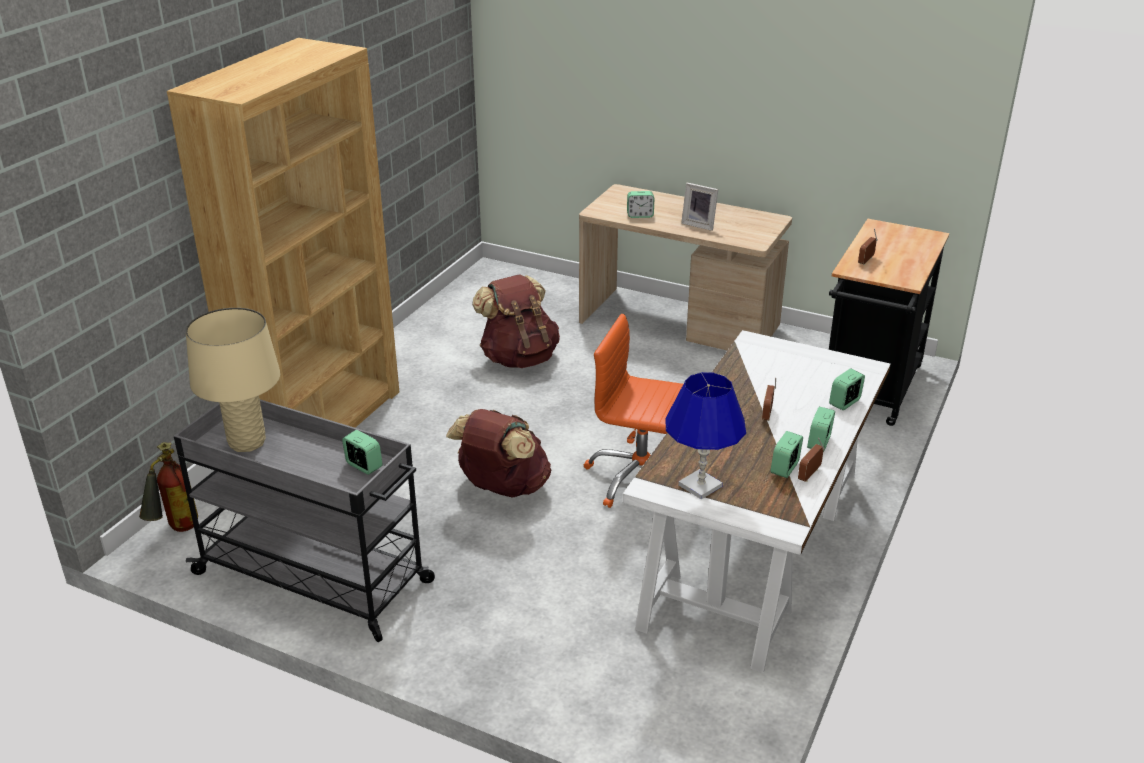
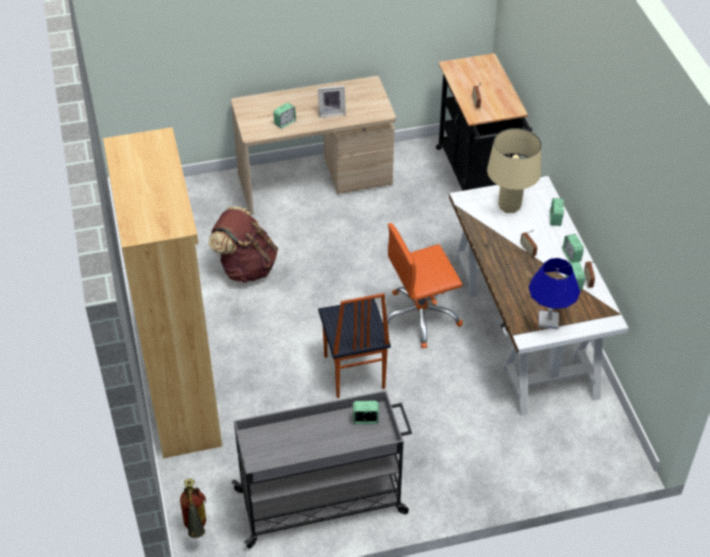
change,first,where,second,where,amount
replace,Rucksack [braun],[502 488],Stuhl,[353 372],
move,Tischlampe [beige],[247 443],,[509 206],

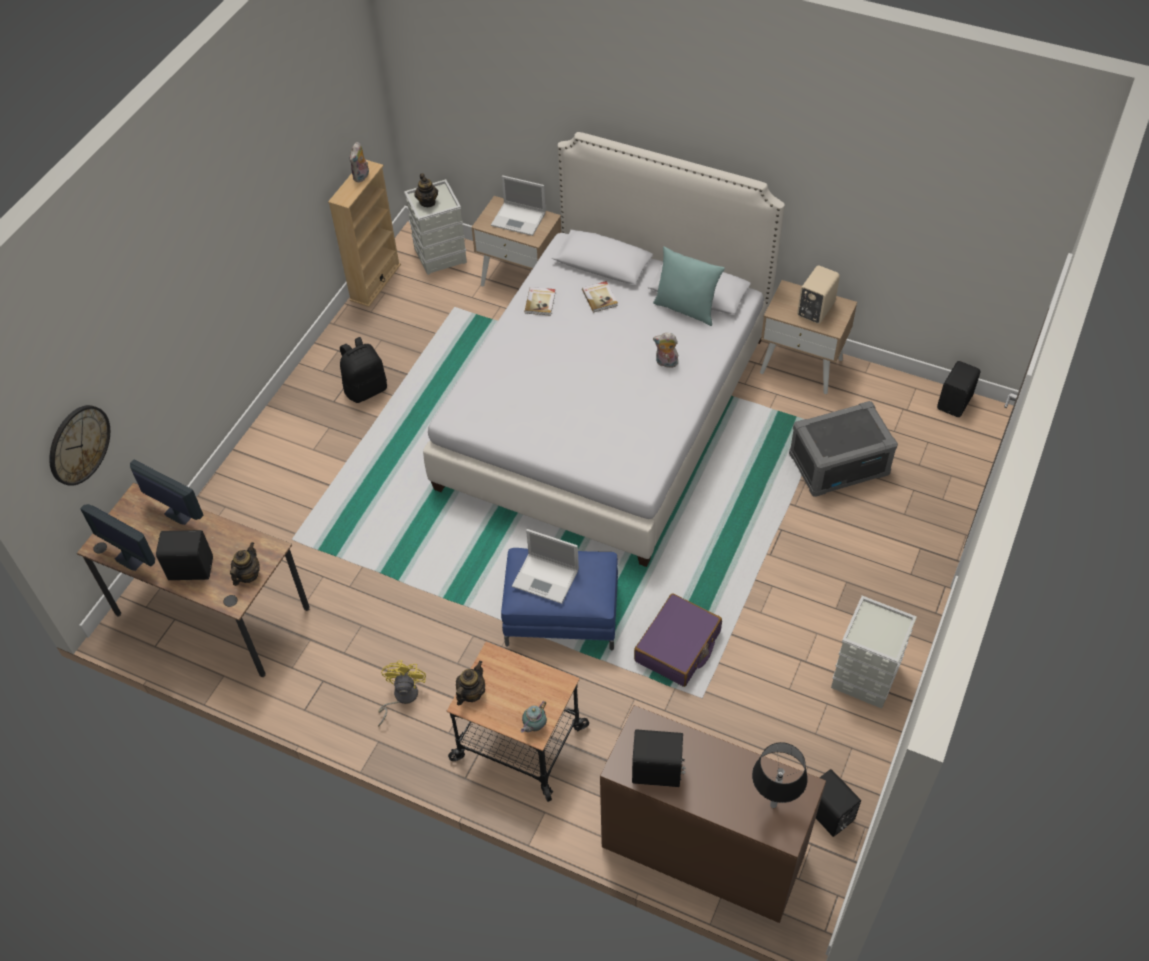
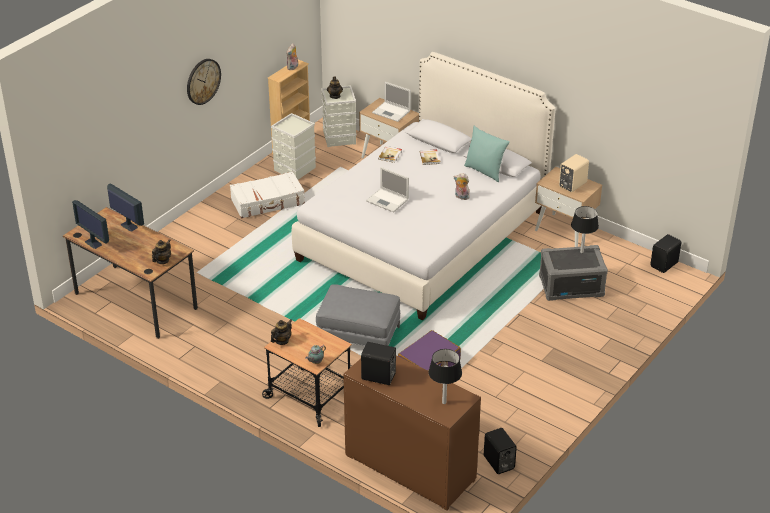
change,first,where,second,where,amount
move,Wanduhr,[78 444],,[203 81],
replace,Rucksack [schwarz],[366 389],Koffer [weiß],[268 202],
move,Aufbewahrungsbox [grau],[865 677],,[295 169],
recolor,Polsterhocker [blau],[561 615],Polsterhocker [grau],[358 336],
move,Laptop,[546 578],,[388 200],
insert,,,Tischlampe [schwarz],[582 252],
delete,Lautsprecher [schwarz],[190 568],,,
delete,Ventilator [gelb],[401 697],,,

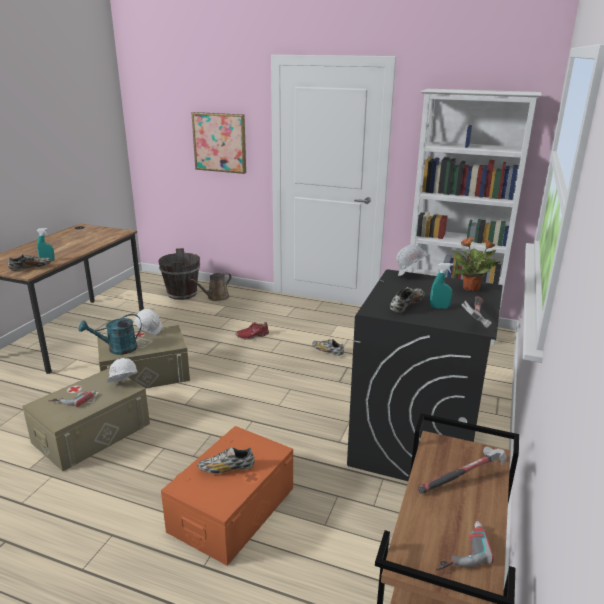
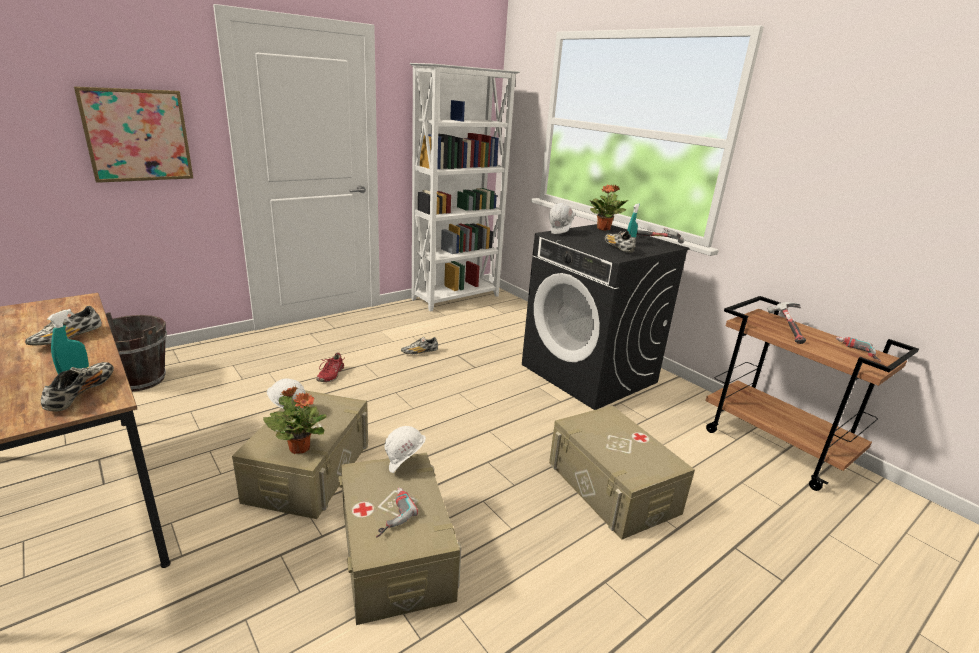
change,first,where,second,where,amount
move,Schuh,[226 469],,[67 339],
replace,Gießkanne [türkis],[117 349],Topfpflanze,[299 447],
recolor,Aufbewahrungsbox [orange],[232 509],Aufbewahrungsbox [beige],[612 487],
delete,Gießkanne [braun],[216 297],,,

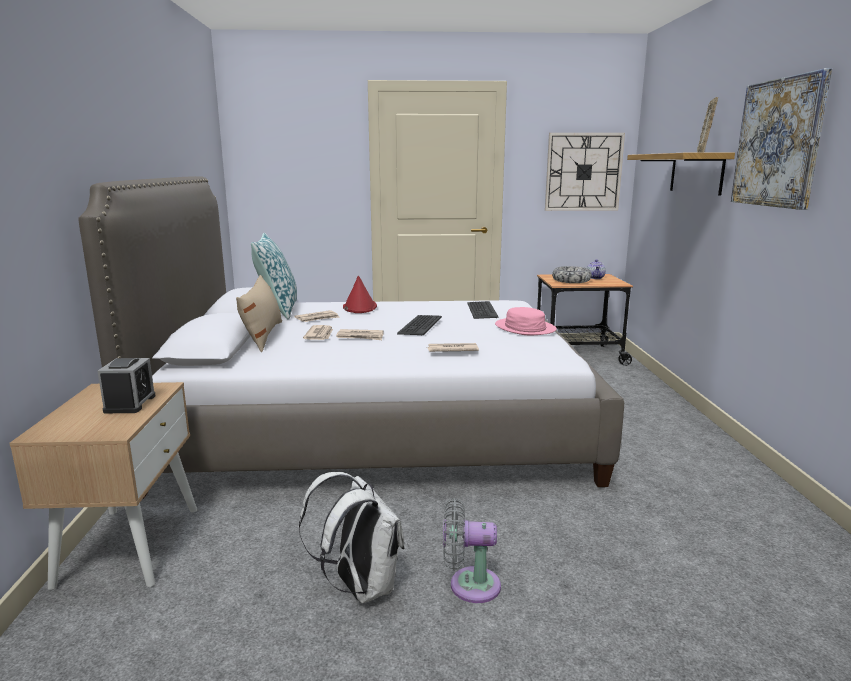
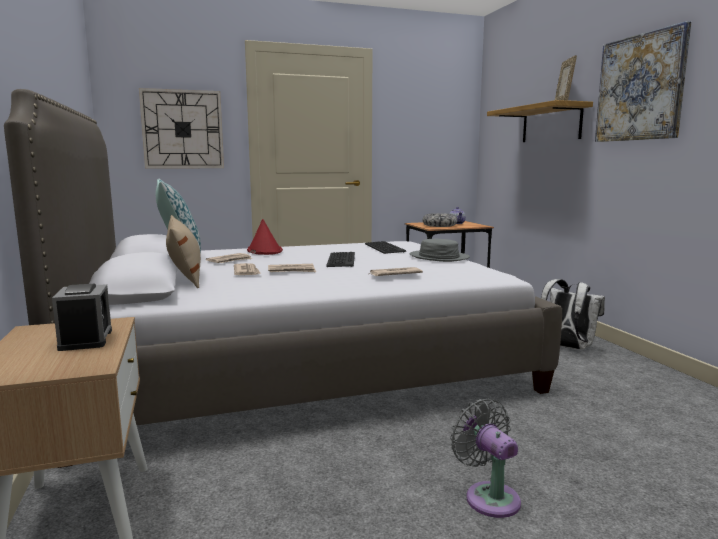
change,first,where,second,where,amount
move,Wanduhr,[583 172],,[182 129],
recolor,Hut [rosa],[524 328],Hut [grau],[438 257],
rotate,Ventilator [grau],[469 585],,[489 496],75 degrees clockwise
move,Rucksack [weiß],[359 586],,[567 347],

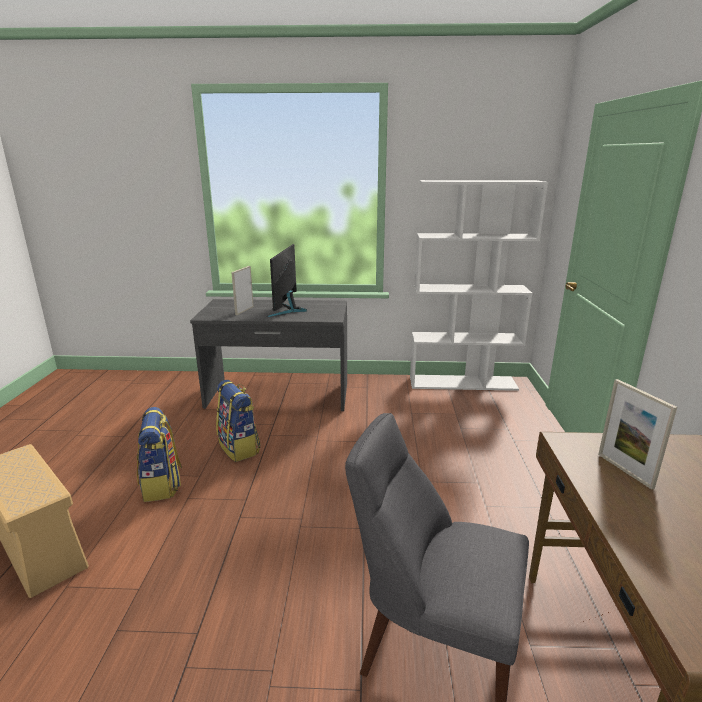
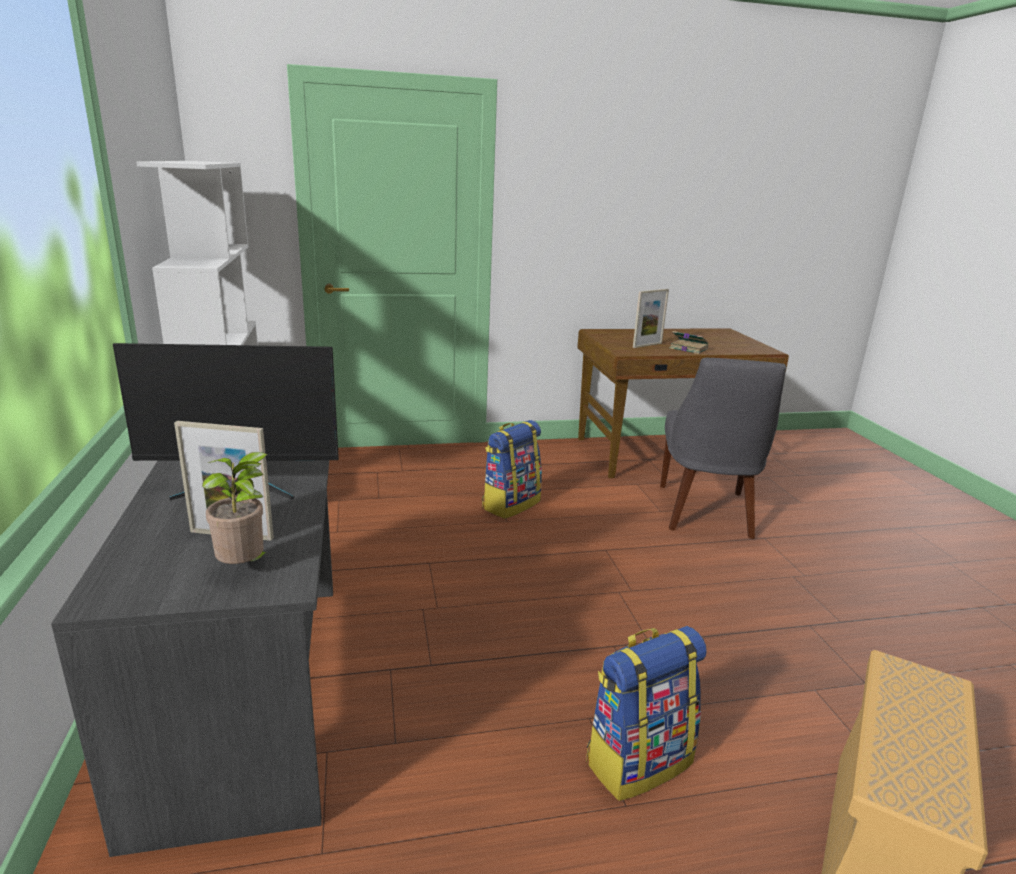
change,first,where,second,where,amount
insert,,,Topfpflanze,[245 567],
move,Rucksack,[239 448],,[510 504],
insert,,,Buch,[687 348],

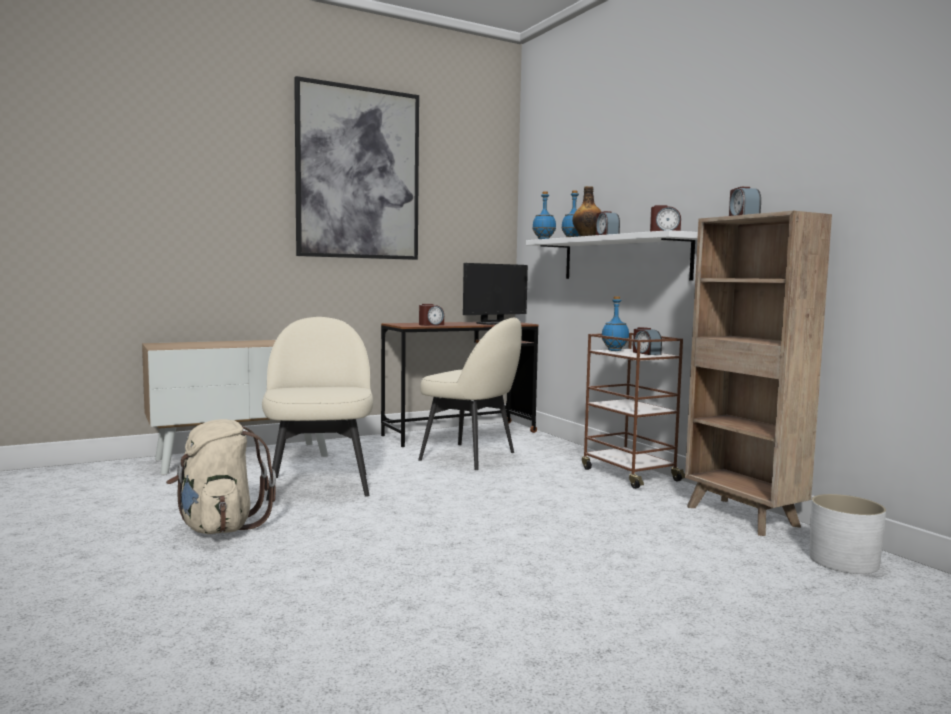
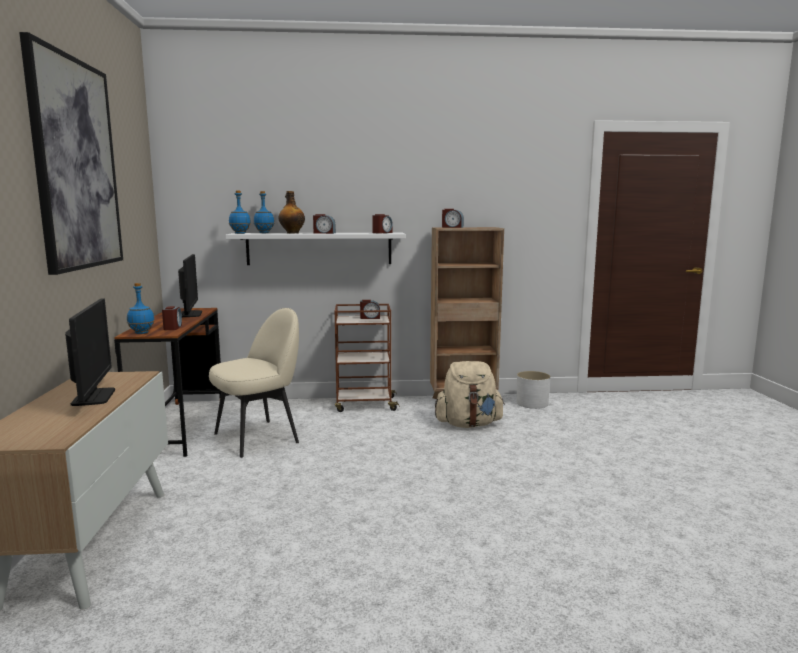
change,first,where,second,where,amount
insert,,,Monitor,[93 397],
move,Flasche [blau],[614 350],,[141 333],
move,Rucksack [beige],[218 527],,[468 424],
delete,Stuhl [beige],[319 485],,,

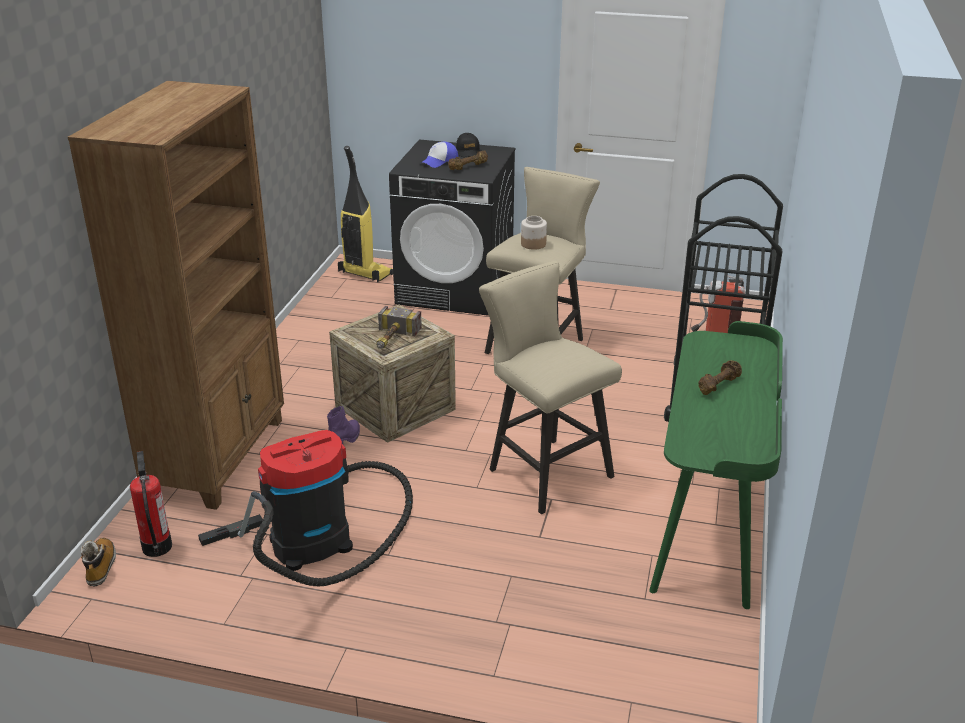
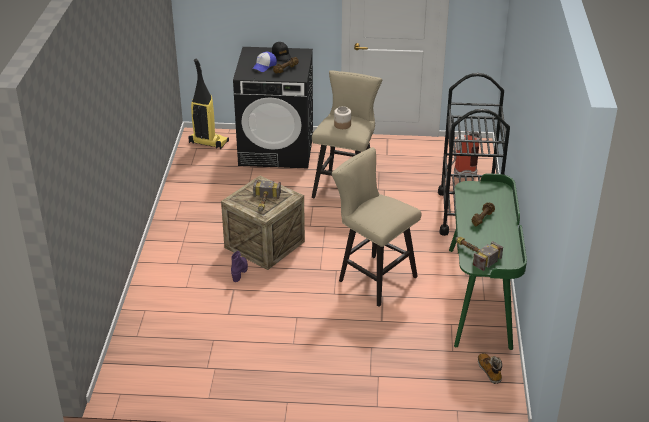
change,first,where,second,where,amount
insert,,,Hammer,[473 254],
move,Stiefel,[101 567],,[489 371],
delete,Bücherregal [braun],[218 456],,,
delete,Feuerlöscher,[156 547],,,
delete,Staubsauger,[319 539],,,

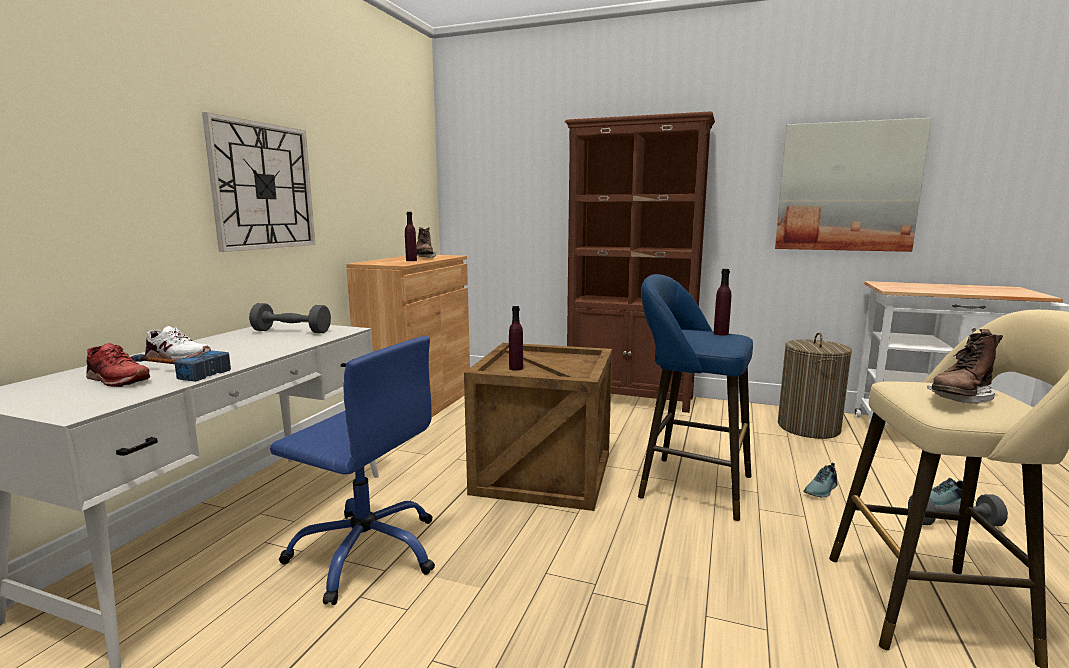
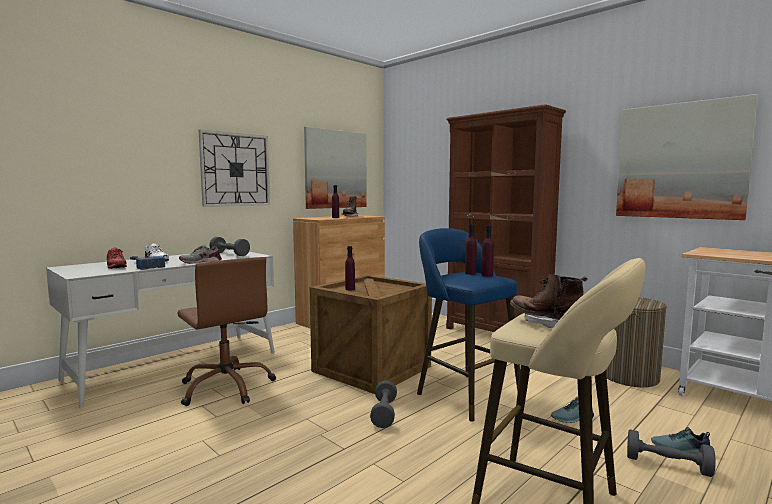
change,first,where,second,where,amount
recolor,Bürostuhl [blau],[366 552],Bürostuhl [braun],[227 387],
insert,,,Schuh [grau],[200 261],
insert,,,Bild,[335 169],
insert,,,Hantel [grau],[384 413],
insert,,,Flasche [lila],[470 273],
rotate,Stiefel [braun],[960 398],,[546 323],60 degrees clockwise

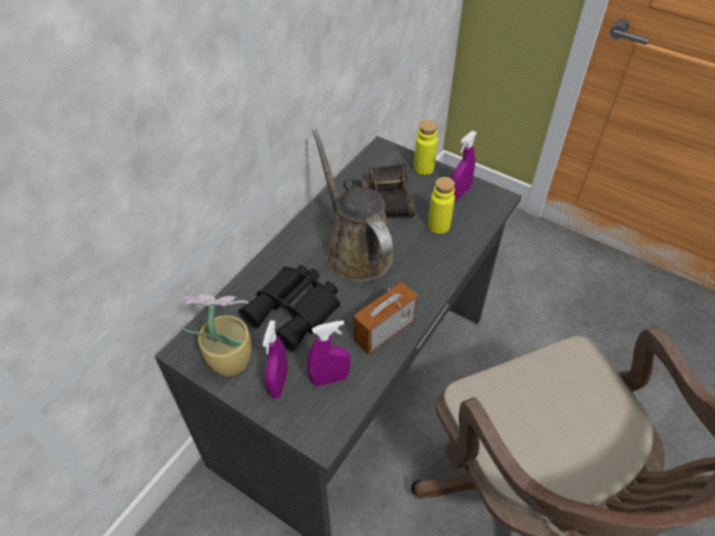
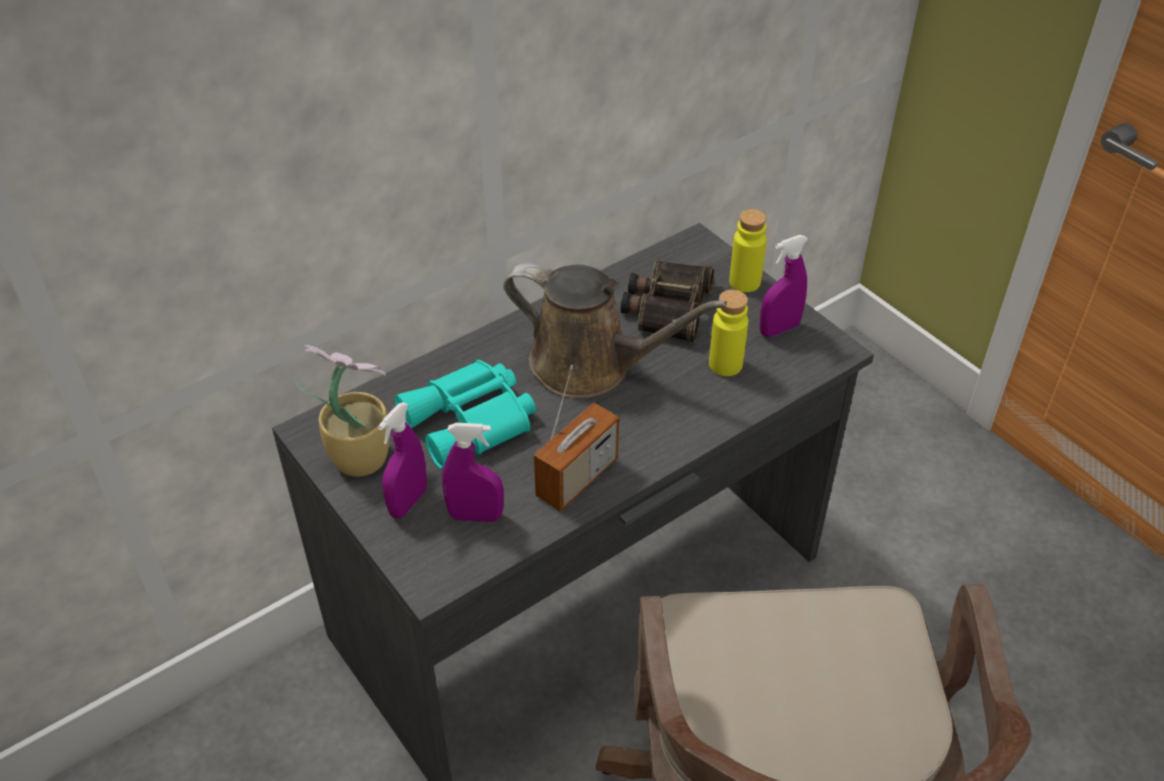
change,first,where,second,where,amount
recolor,Fernglas [schwarz],[296 311],Fernglas [türkis],[472 422],
rotate,Gießkanne [braun],[355 249],,[590 366],120 degrees clockwise
rotate,Radio,[384 331],,[577 478],150 degrees clockwise

